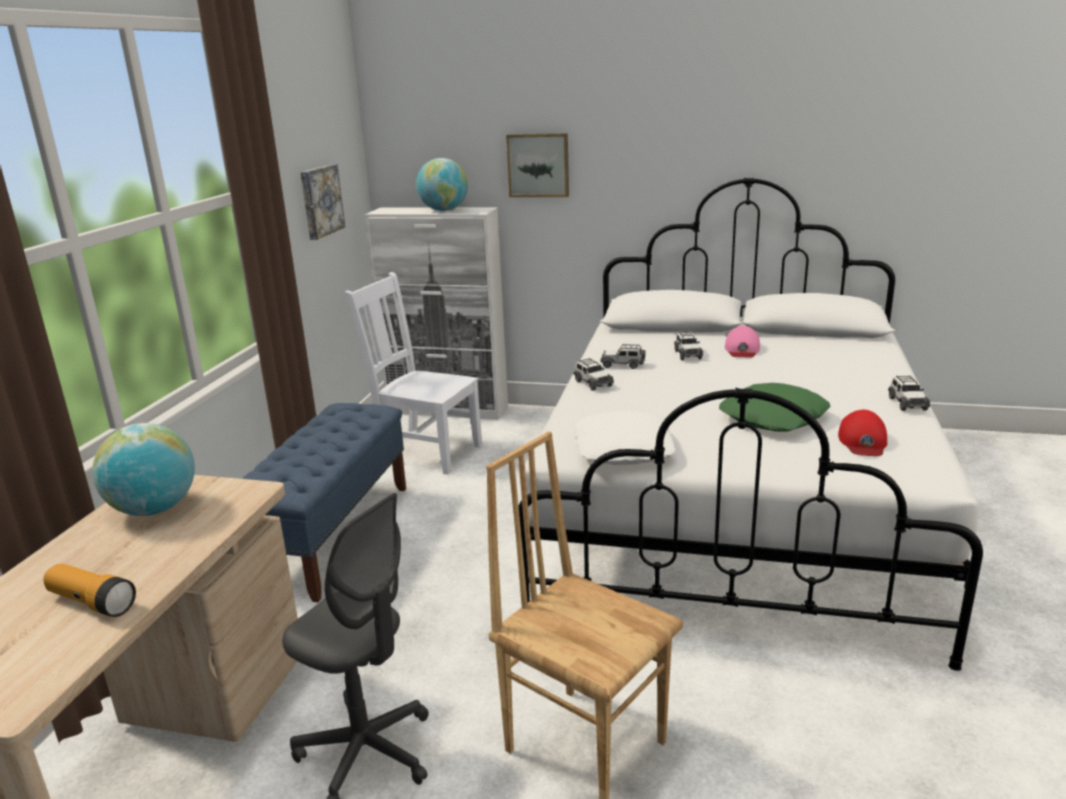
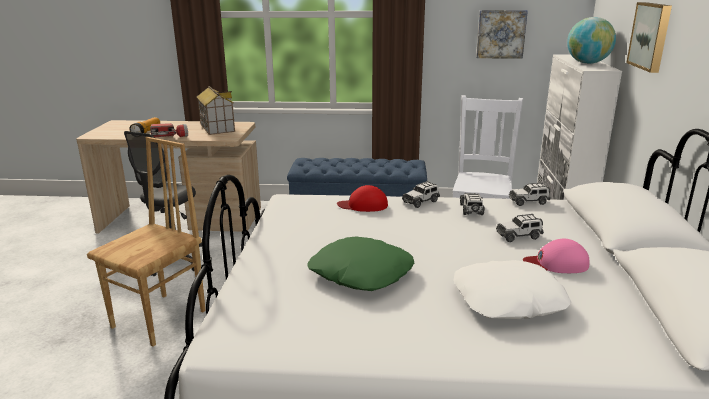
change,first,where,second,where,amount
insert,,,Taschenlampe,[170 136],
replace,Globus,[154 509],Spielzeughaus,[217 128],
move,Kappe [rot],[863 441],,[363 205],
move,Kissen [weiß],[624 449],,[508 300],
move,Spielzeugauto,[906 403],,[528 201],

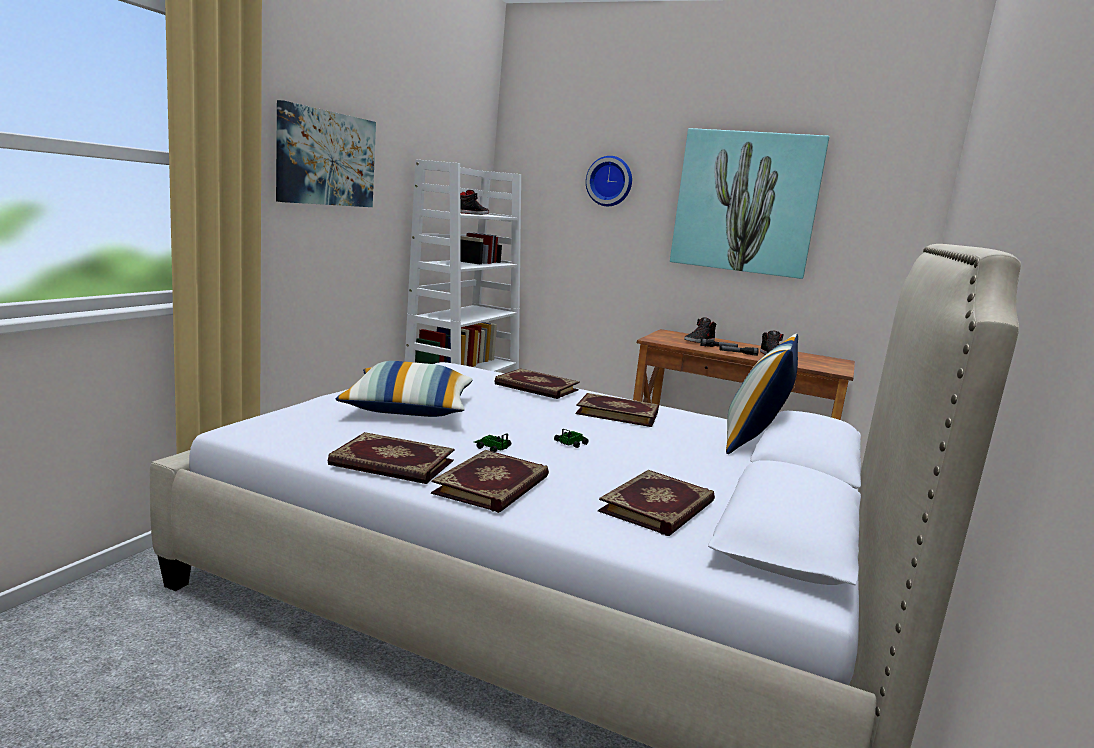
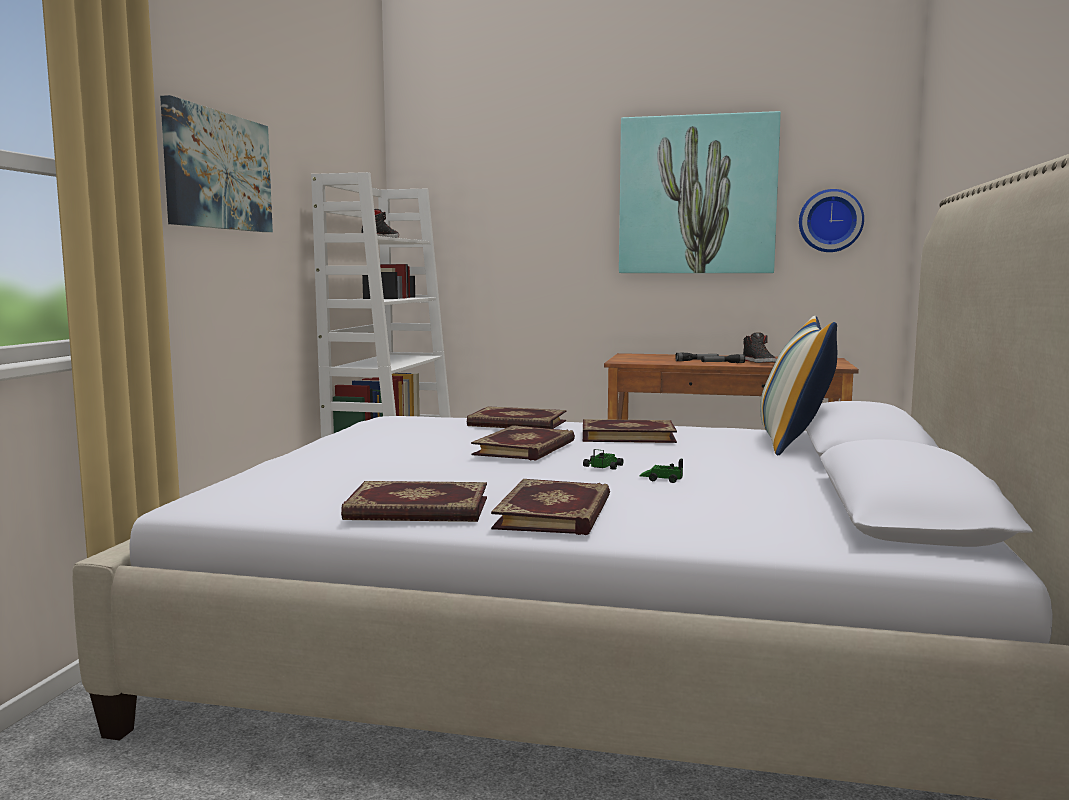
change,first,where,second,where,amount
move,Buch,[659 507],,[526 448],
move,Spielzeugauto,[490 446],,[660 477],
move,Wanduhr,[610 181],,[830 221],
delete,Kissen,[408 409],,,
delete,Schuh [schwarz],[699 341],,,

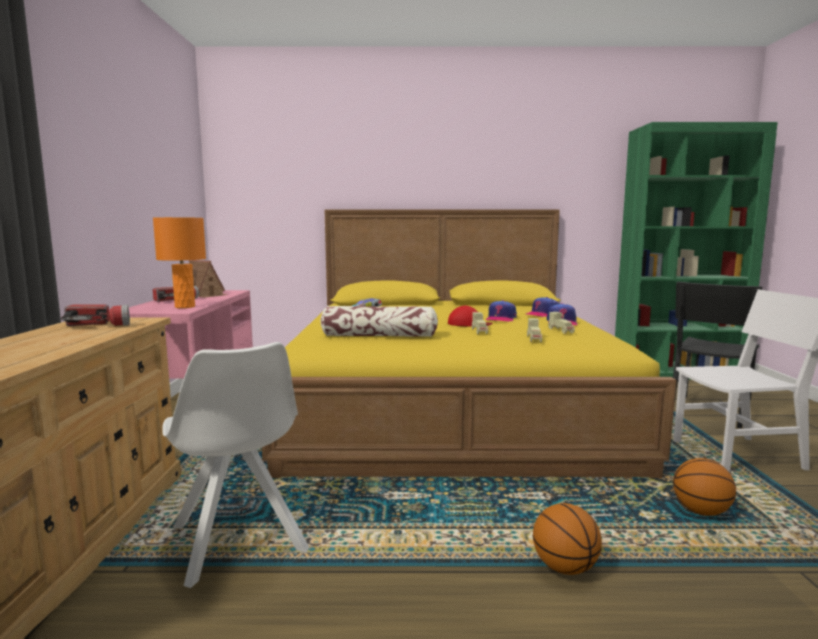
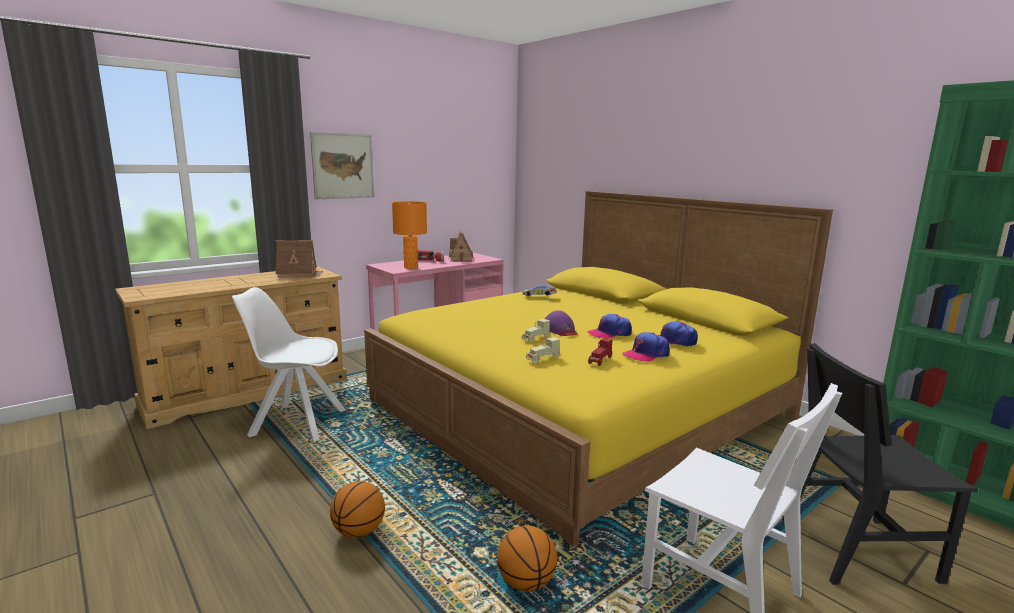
change,first,where,second,where,amount
rotate,Stuhl [weiß],[239 541],,[296 422],75 degrees clockwise
replace,Taschenlampe,[99 325],Spielzeughaus,[299 274],
insert,,,Bild,[343 166],
recolor,Kappe [rot],[469 324],Kappe [lila],[560 330],
recolor,Spielzeugauto [beige],[561 331],Spielzeugauto [rot],[600 361],
delete,Kissen,[379 336],,,

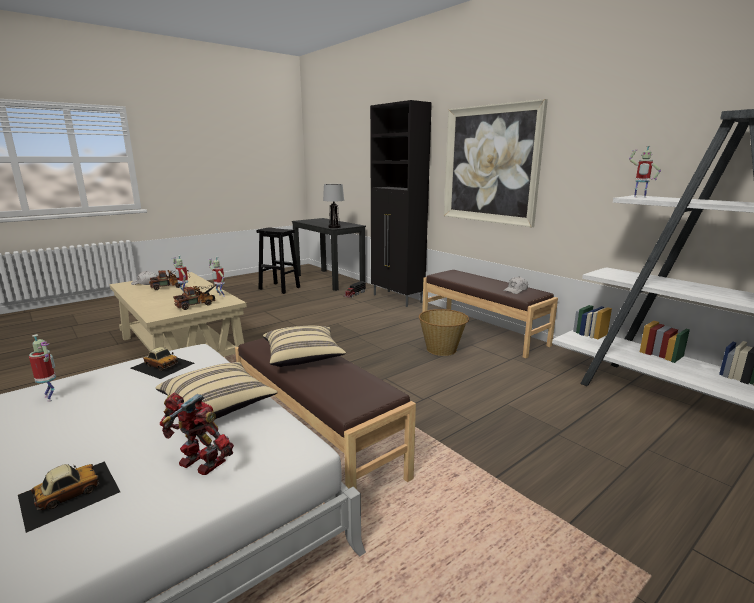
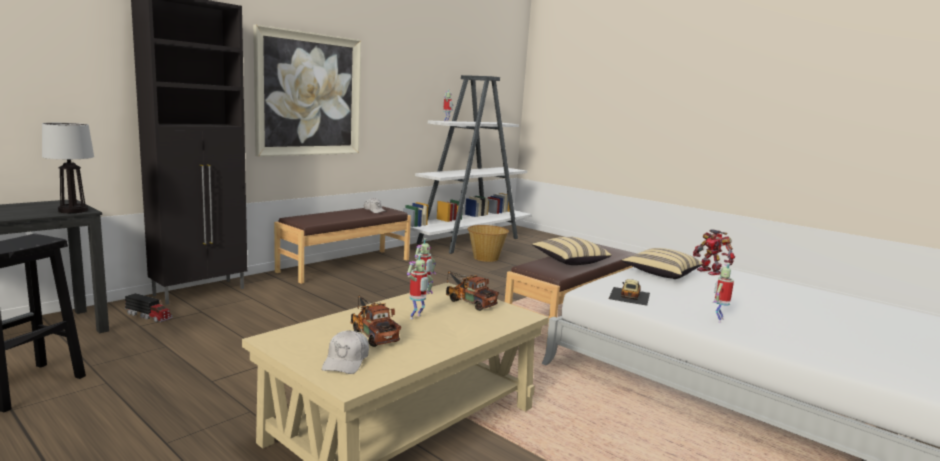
change,first,where,second,where,amount
move,Korb,[442 349],,[486 258],
rotate,Spielzeugroboter,[199 465],,[710 271],45 degrees counterclockwise
delete,Spielzeugauto,[68 493],,,

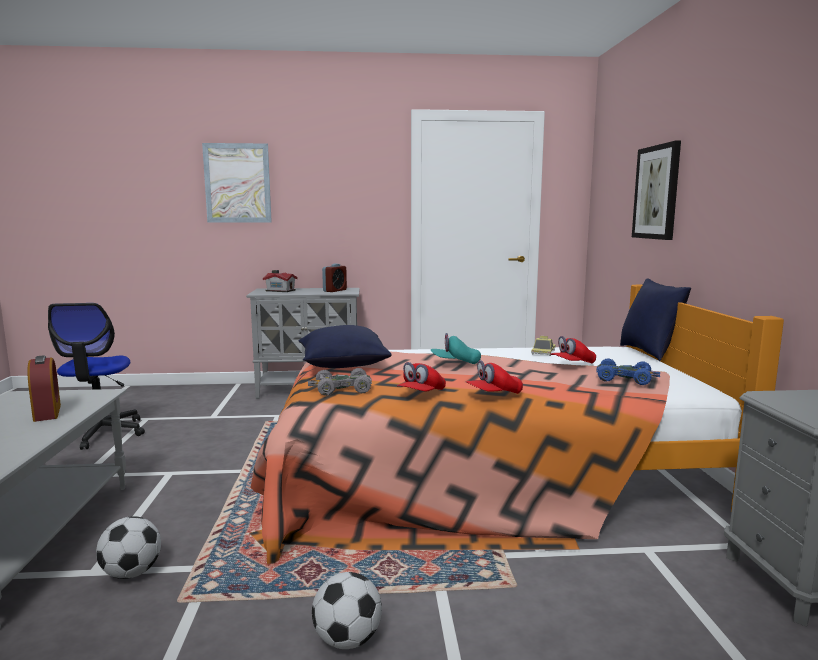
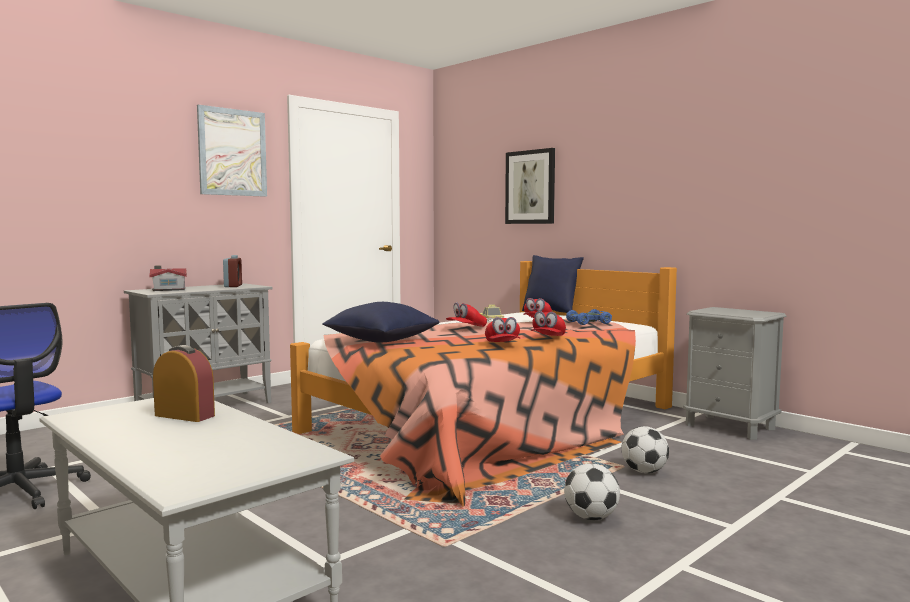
change,first,where,second,where,amount
move,Bild,[237 183],,[232 152],
recolor,Kappe [türkis],[455 362],Kappe [rot],[466 328],
move,Fußball,[132 573],,[644 471],
delete,Spielzeugauto [grau],[341 389],,,

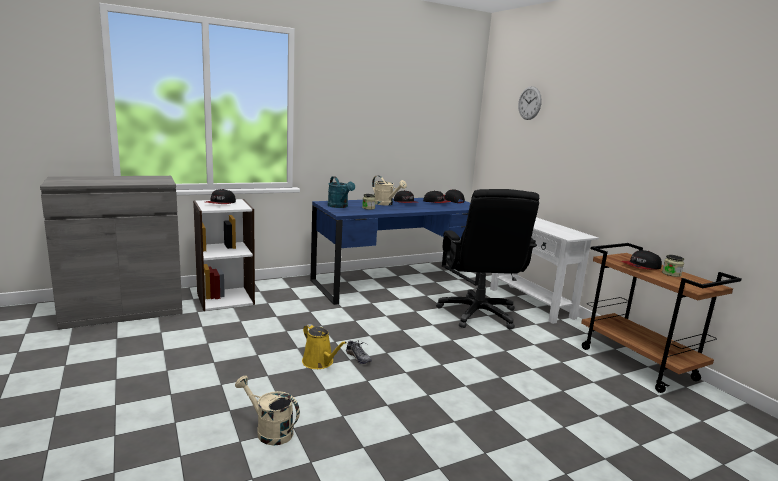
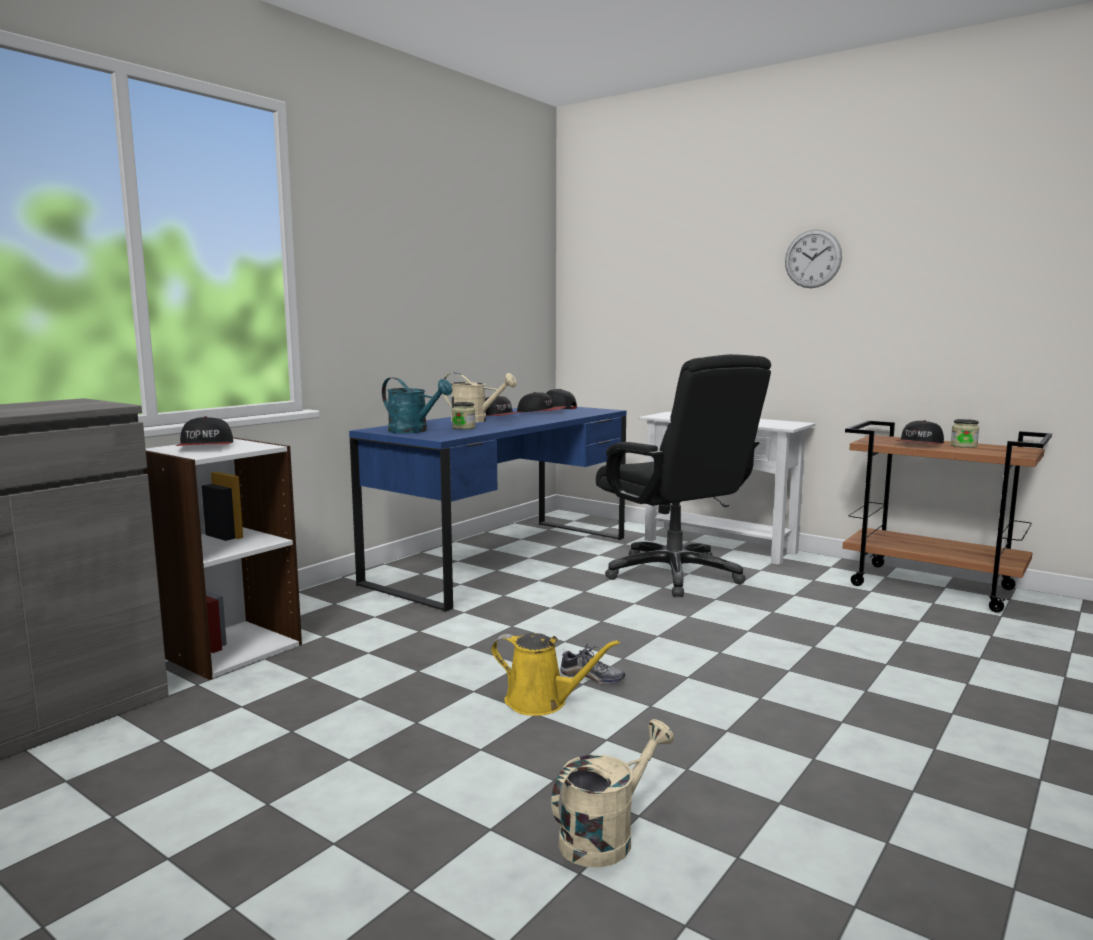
change,first,where,second,where,amount
rotate,Gießkanne [beige],[269 431],,[606 836],135 degrees clockwise
move,Wanduhr,[529 103],,[813 259],

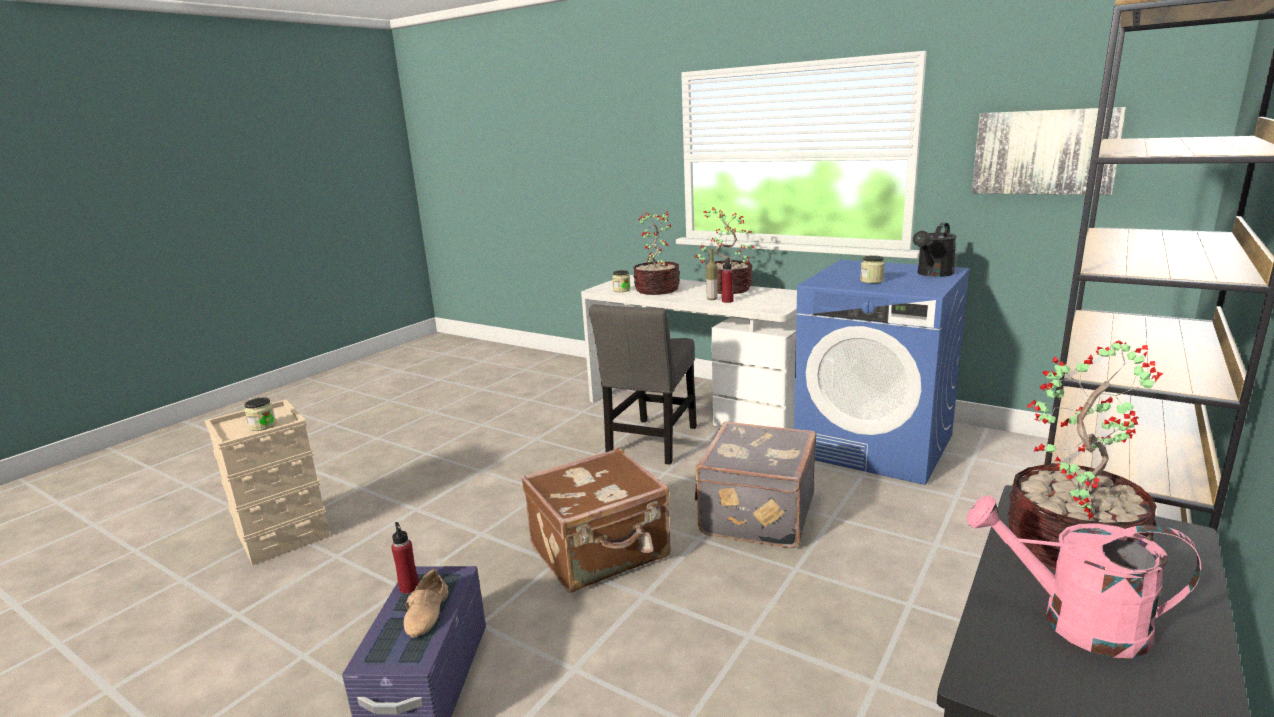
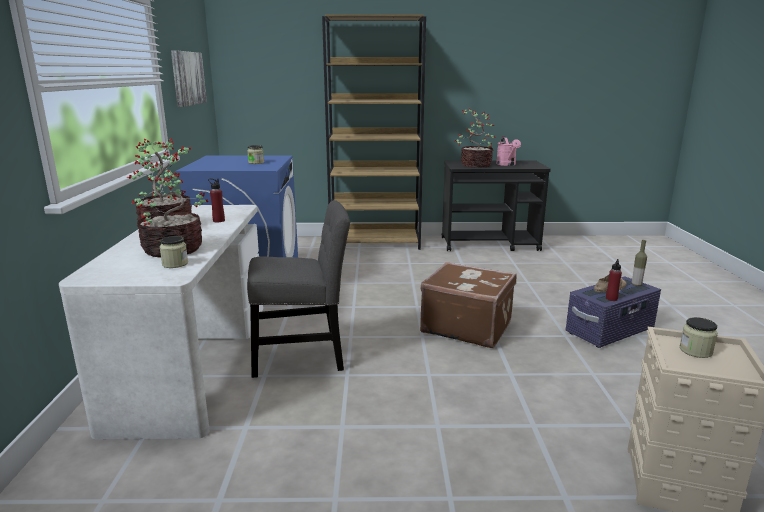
change,first,where,second,where,amount
move,Flasche,[712 299],,[636 285],
delete,Koffer [grau],[755 514],,,
delete,Gießkanne [schwarz],[933 274],,,

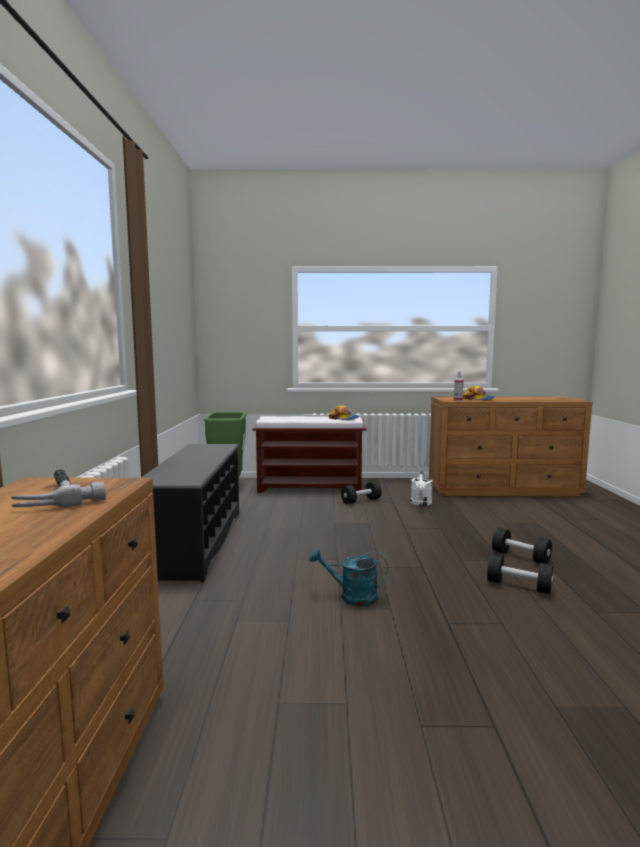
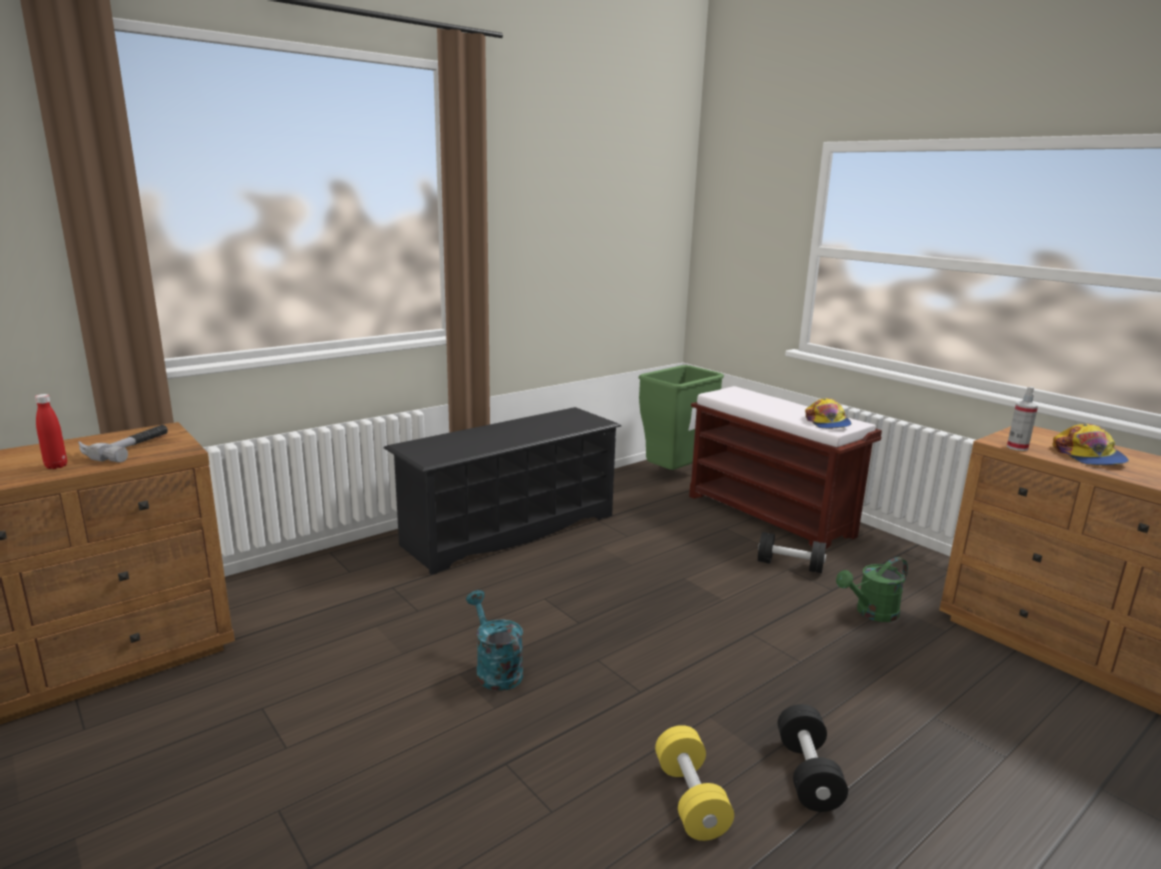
change,first,where,second,where,amount
insert,,,Flasche [rot],[56 466],
recolor,Hantel [schwarz],[519 586],Hantel [gelb],[690 799],
recolor,Gießkanne [weiß],[421 504],Gießkanne [grün],[871 613],

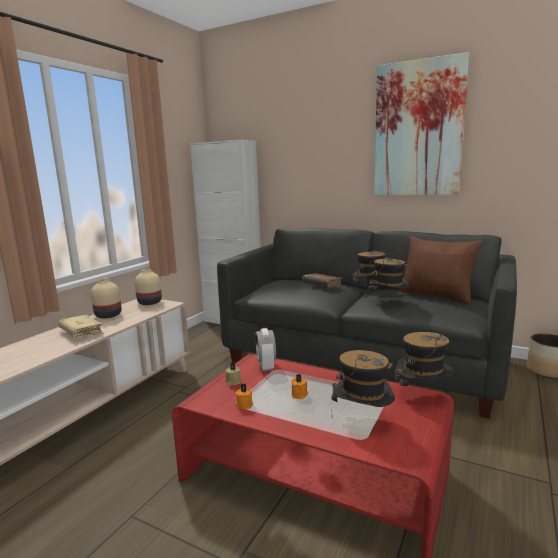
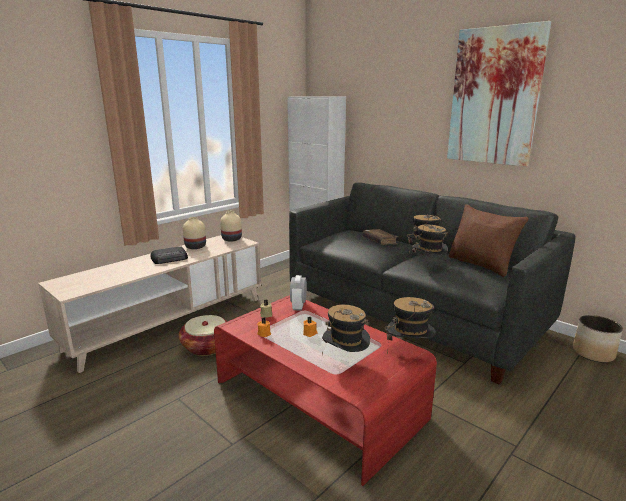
change,first,where,second,where,amount
replace,Buch [beige],[81 332],Radio,[170 259],
insert,,,Korb,[207 346],

